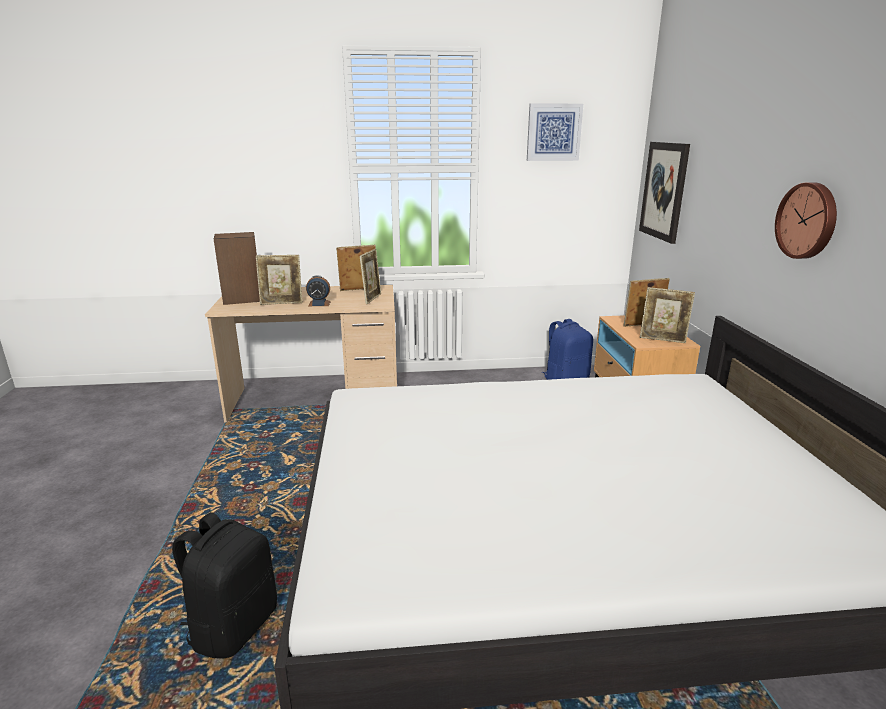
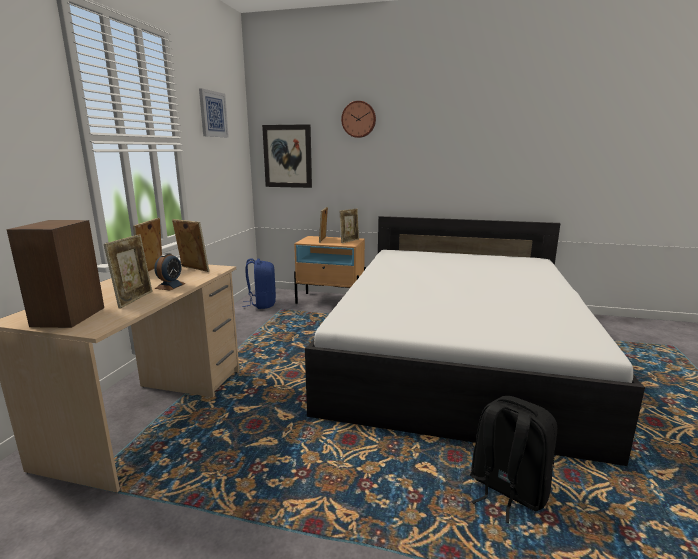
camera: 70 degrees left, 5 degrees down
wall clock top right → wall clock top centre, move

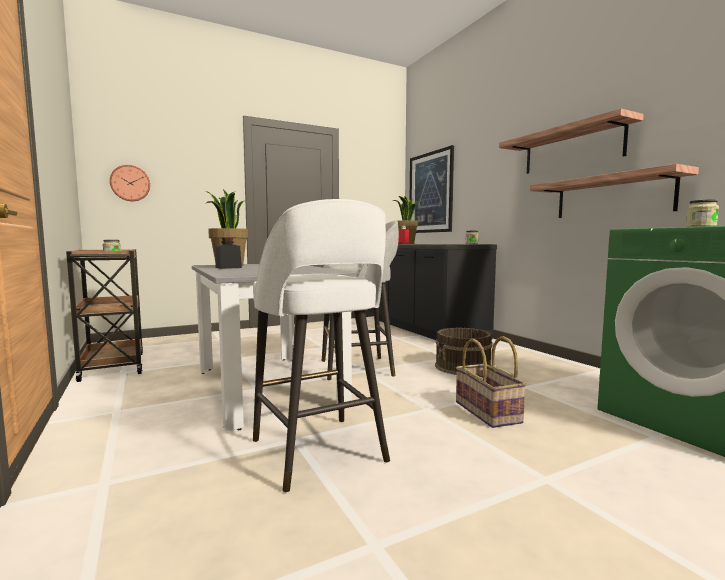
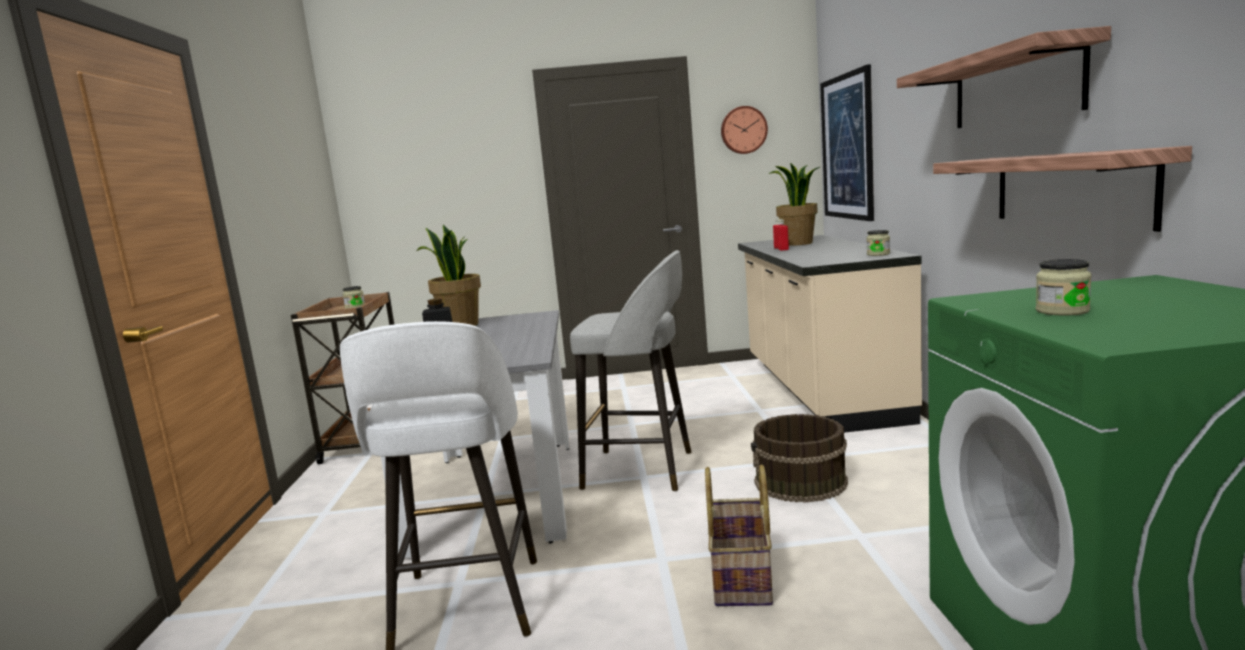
camera: 25 degrees right, 5 degrees up
wall clock top left → wall clock top centre, move
counter (black) centre → counter (beige) middle right

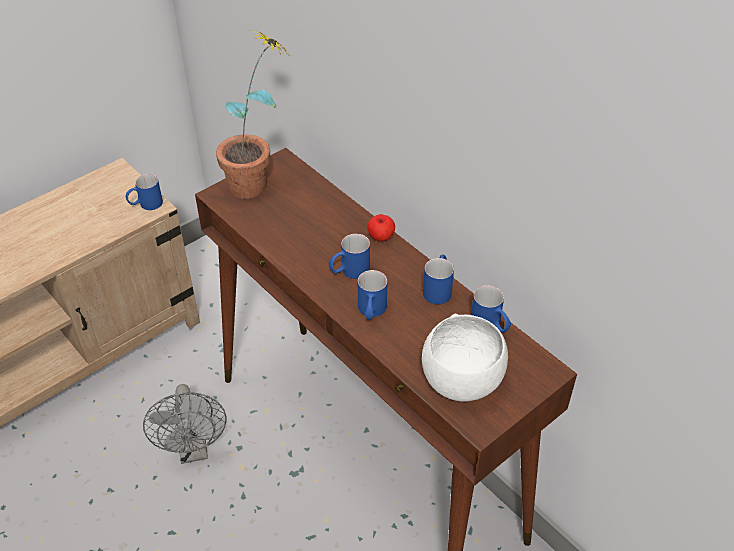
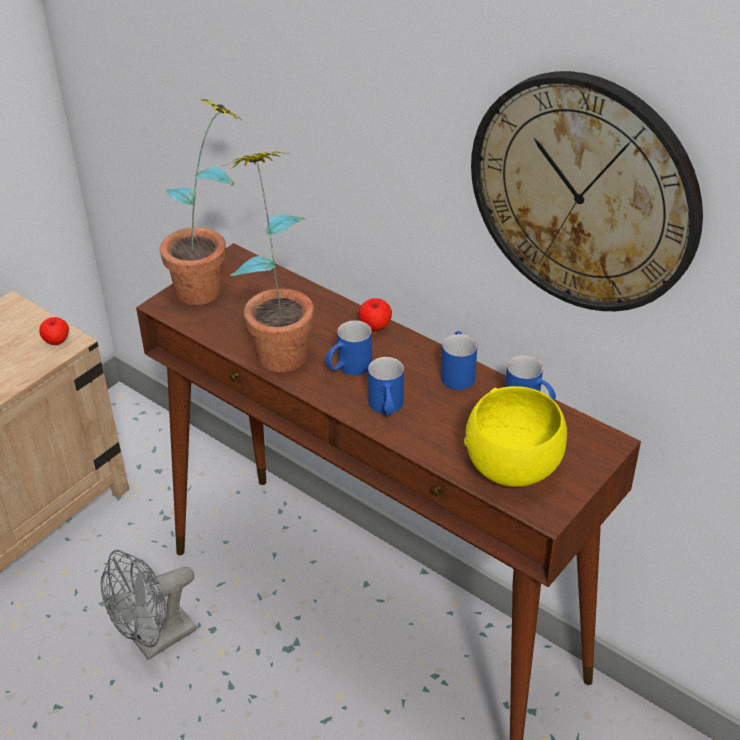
camera: 10 degrees left, 5 degrees down
mug (blue) (1st from left) middle left → apple (1st from left) middle left
bowl (white) centre → bowl (yellow) middle right
fan (grey) bottom left, 75 degrees clockwise
- → wall clock top right
- → potted plant (2nd from left) centre

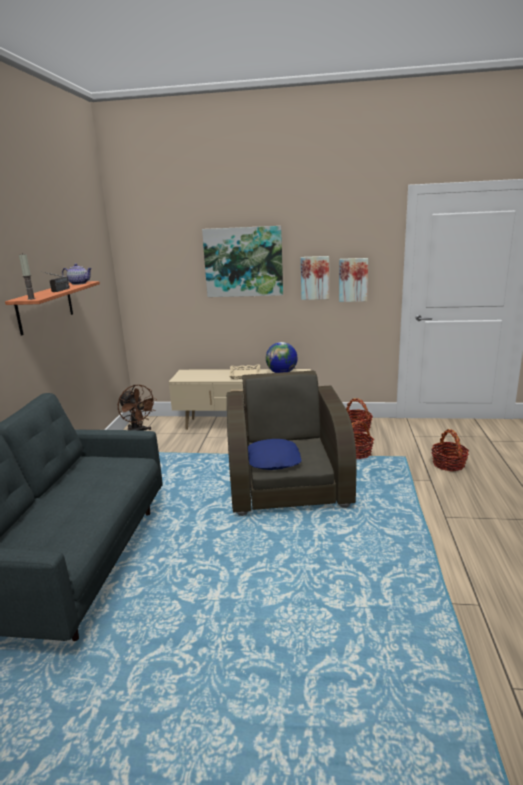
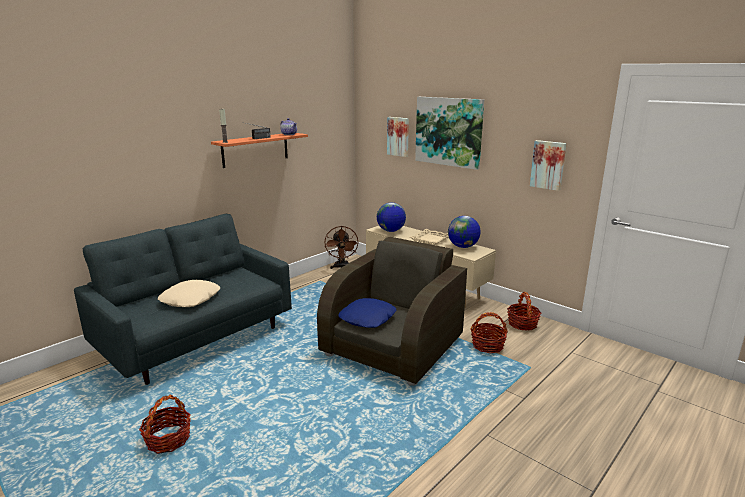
camera: 35 degrees right, 0 degrees up
picture (2nd from left in the first image) centre → picture (1st from left) top centre, move
basket (3rd from left in the first image) middle right → basket (1st from left) bottom left, move
- → globe (1st from left) centre
- → pillow (beige) middle left

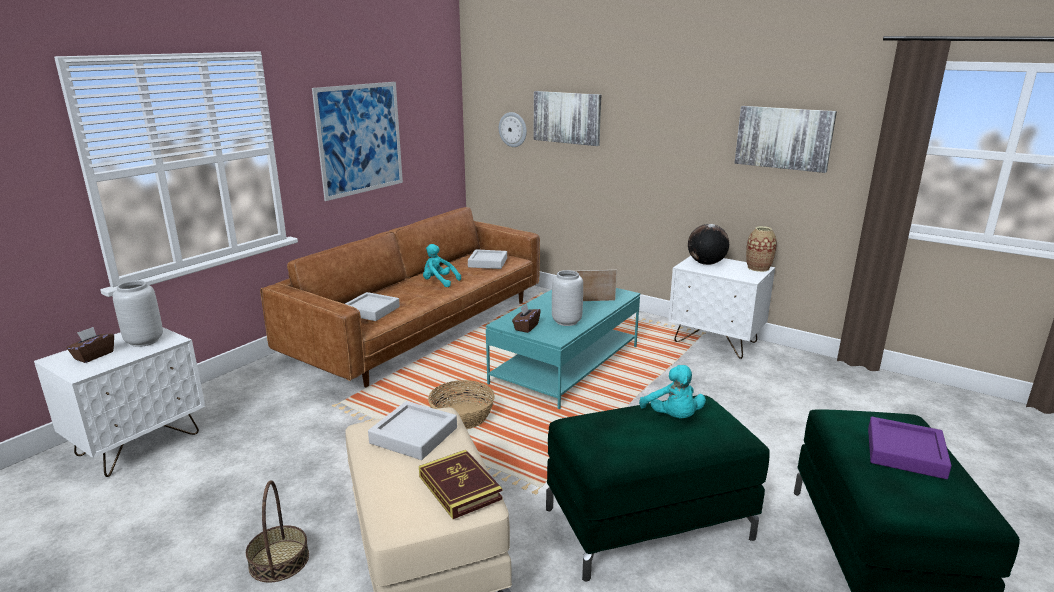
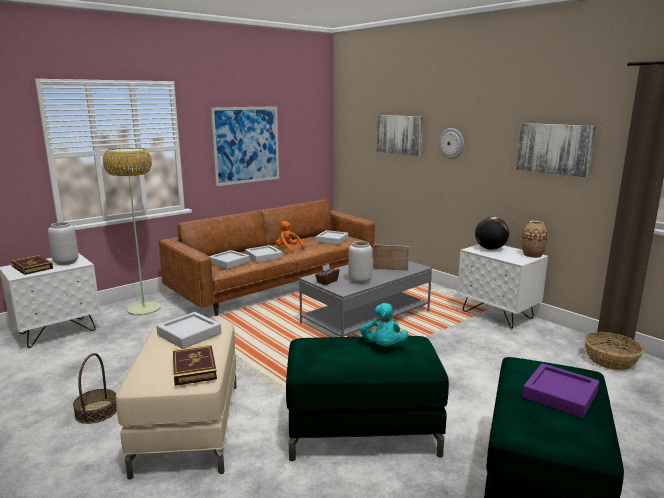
camera: 15 degrees right, 5 degrees down
wall clock top centre → wall clock top right, move
plush toy (turquoise) (1st from left) centre → plush toy (orange) centre
coffee table (turquoise) centre → coffee table (grey) centre
tissue box (brown) (1st from left) middle left → book (1st from left) middle left
basket (2nd from left) bottom centre → basket (2nd from left) bottom right, move
- → floor lamp middle left
- → tray (grey) (3rd from left) centre

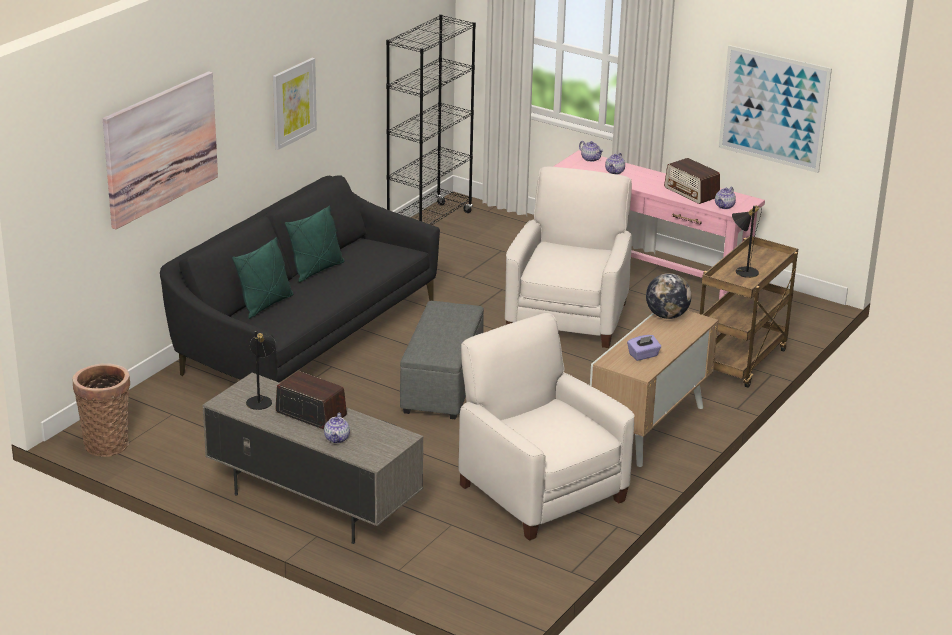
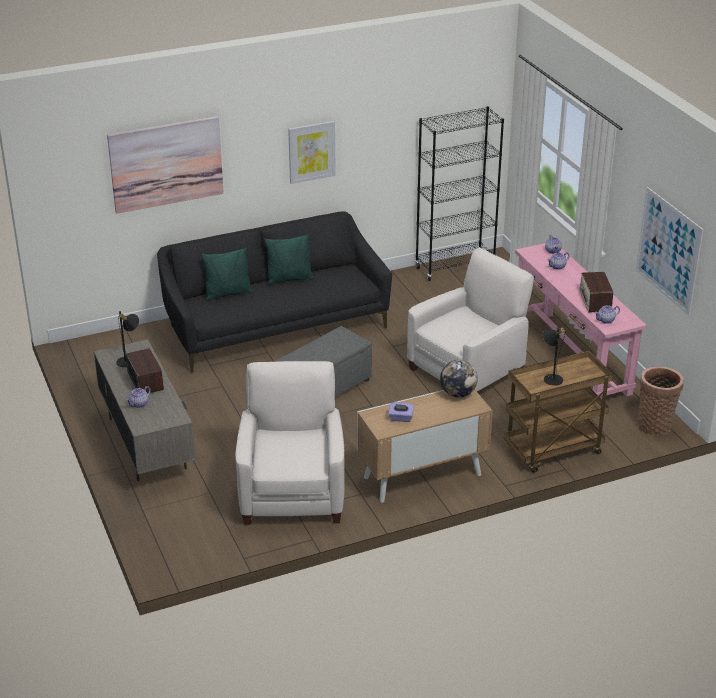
camera: 35 degrees right, 5 degrees up
basket middle left → basket middle right, move

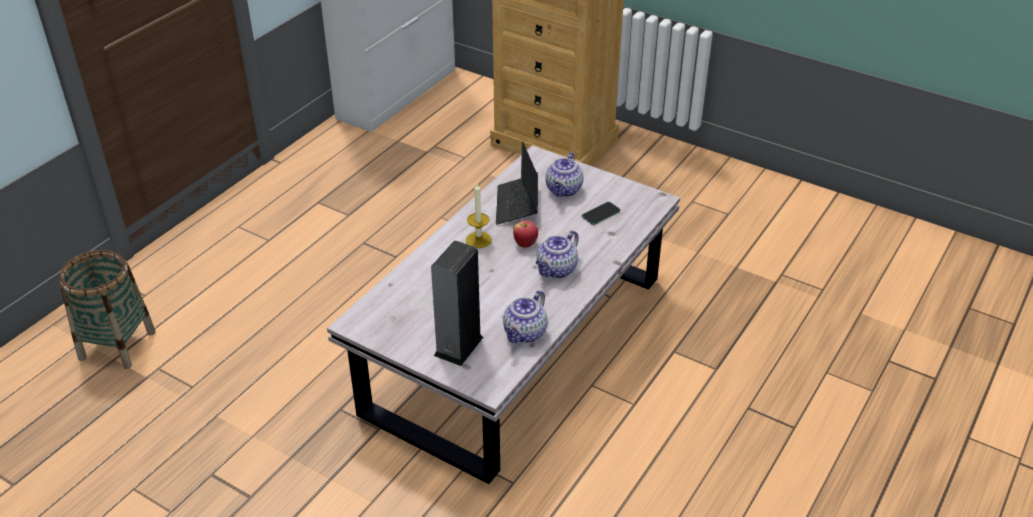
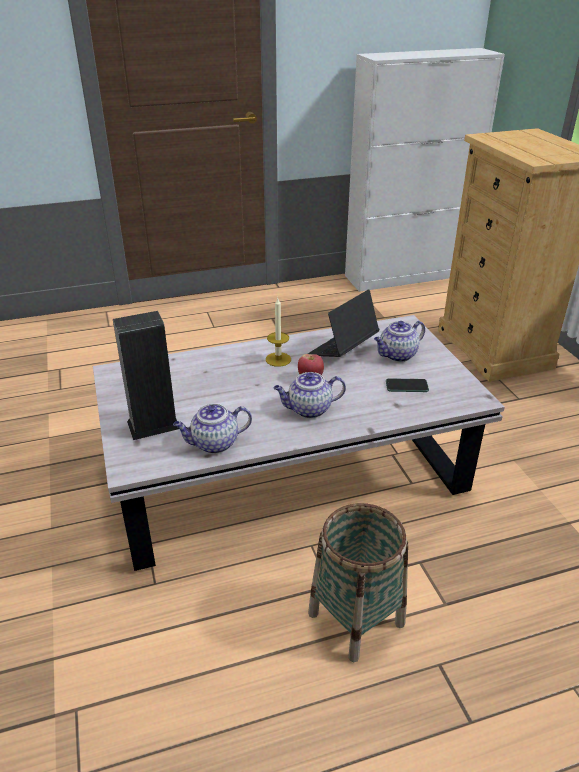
camera: 40 degrees right, 5 degrees down
basket middle left → basket bottom centre, move

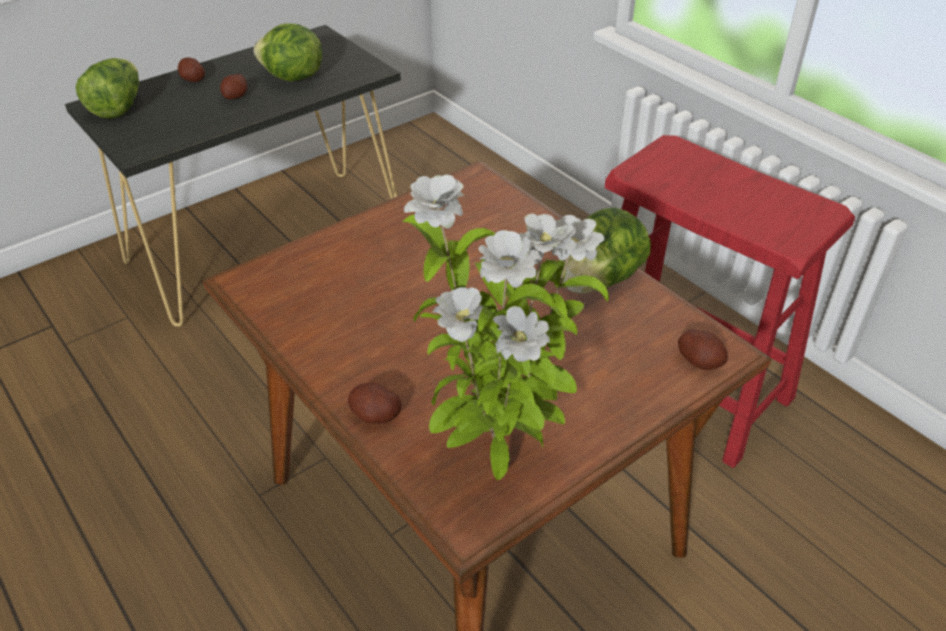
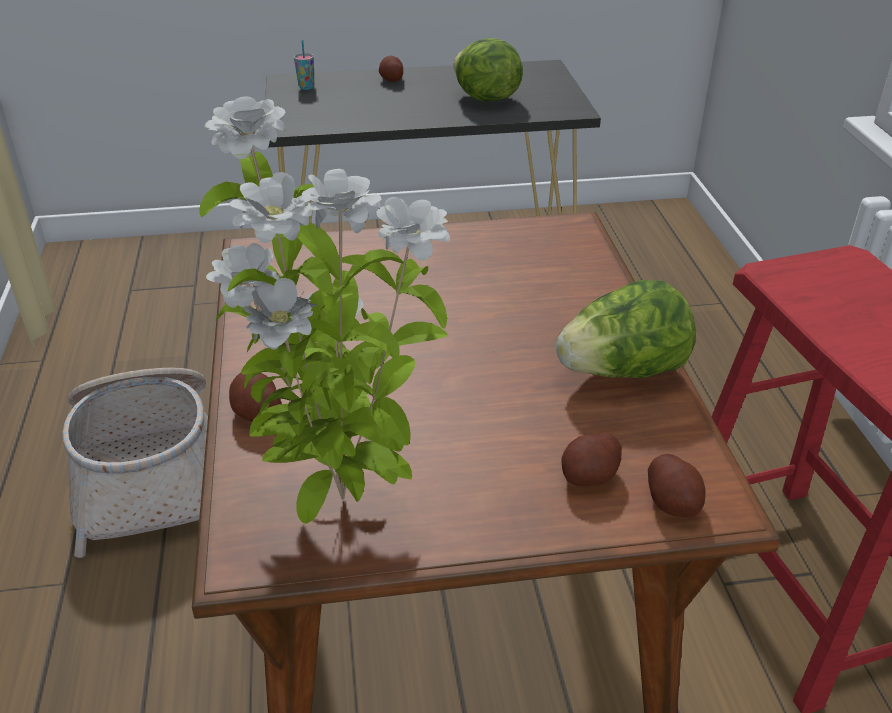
camera: 30 degrees right, 5 degrees down
lettuce (1st from left) top left → cup top centre
potato (2nd from left in the first image) top left → potato (3rd from left) centre, move
- → basket middle left

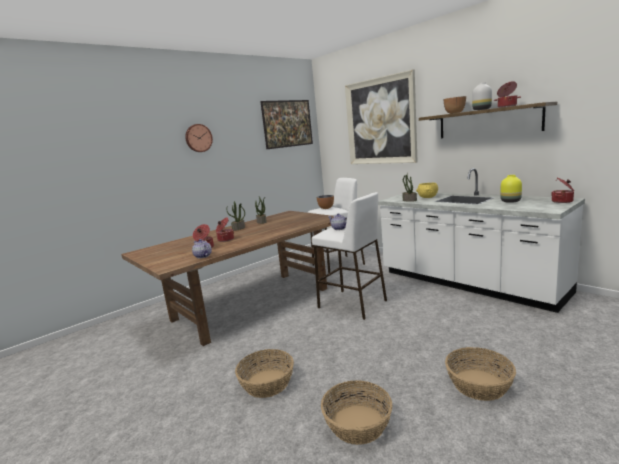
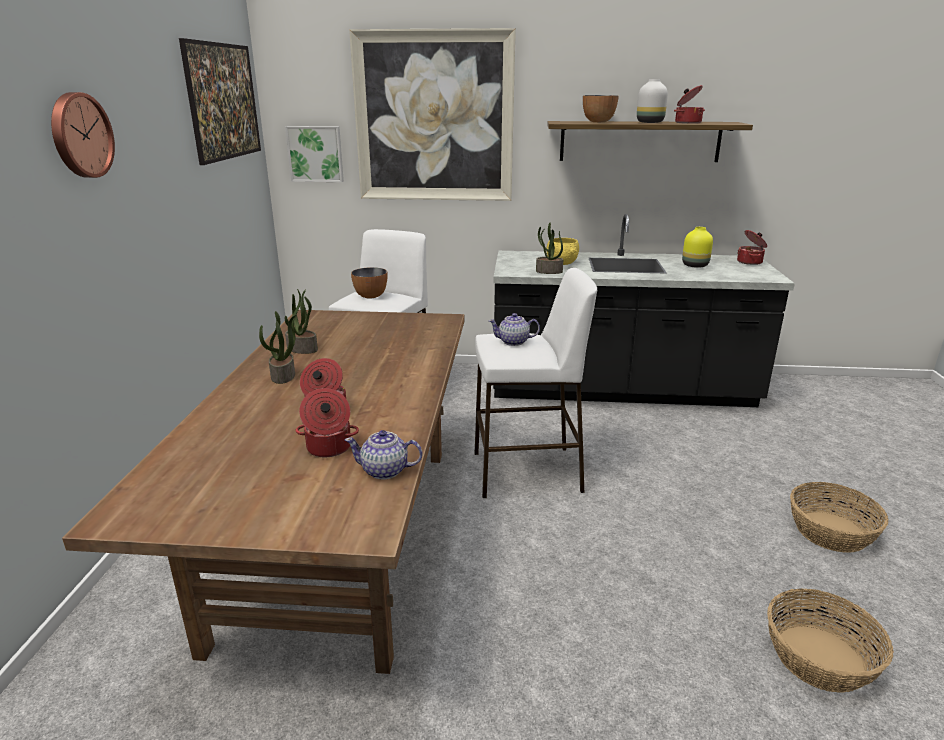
camera: 45 degrees left, 10 degrees up
counter (white) middle right → counter (black) middle right
basket (1st from left) bottom centre → -
- → picture (2nd from left) top left

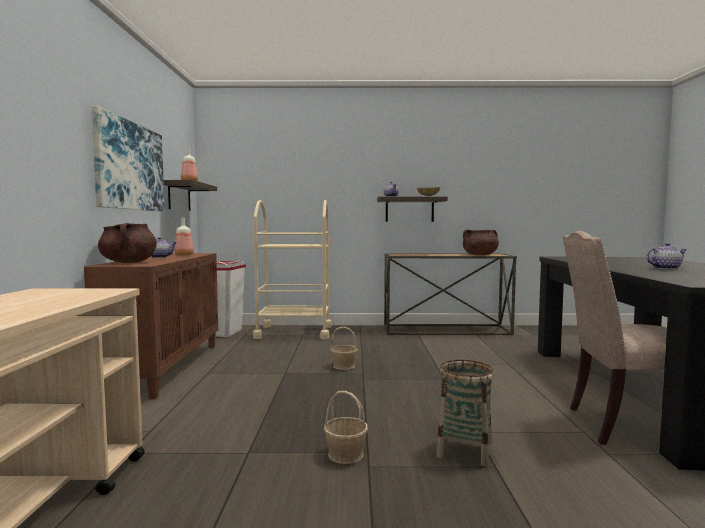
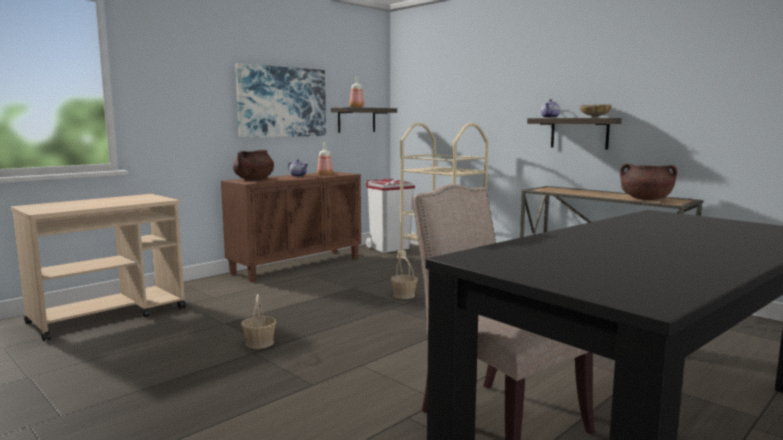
camera: 45 degrees right, 5 degrees up
teapot (3rd from left) middle right → -
basket (3rd from left) bottom centre → -

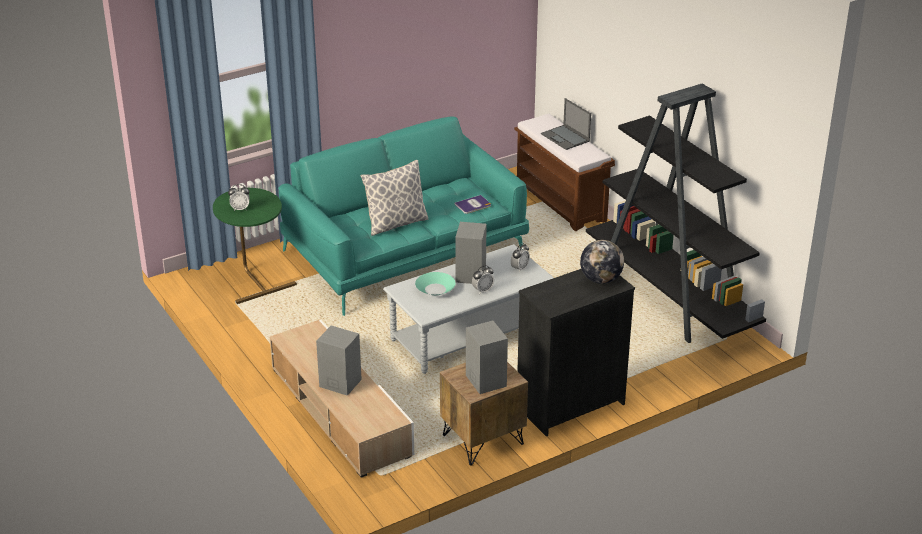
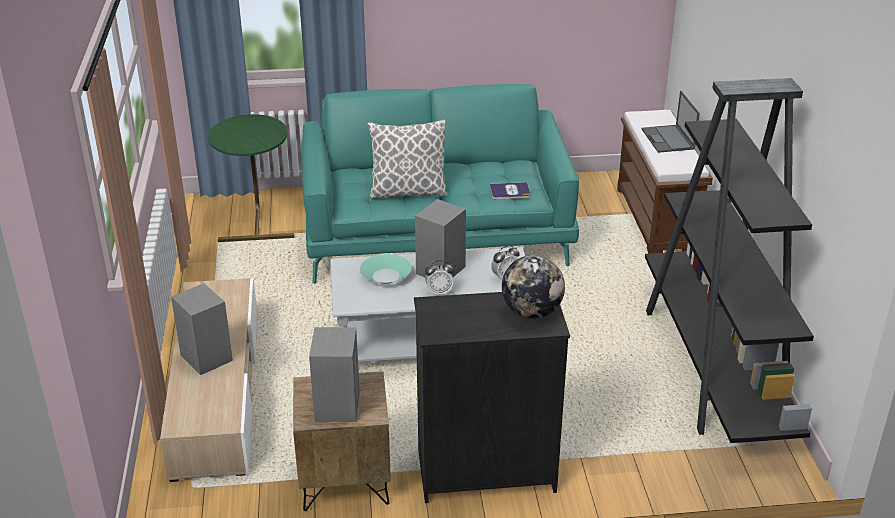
camera: 25 degrees right, 0 degrees up
alarm clock (1st from left) middle left → -

